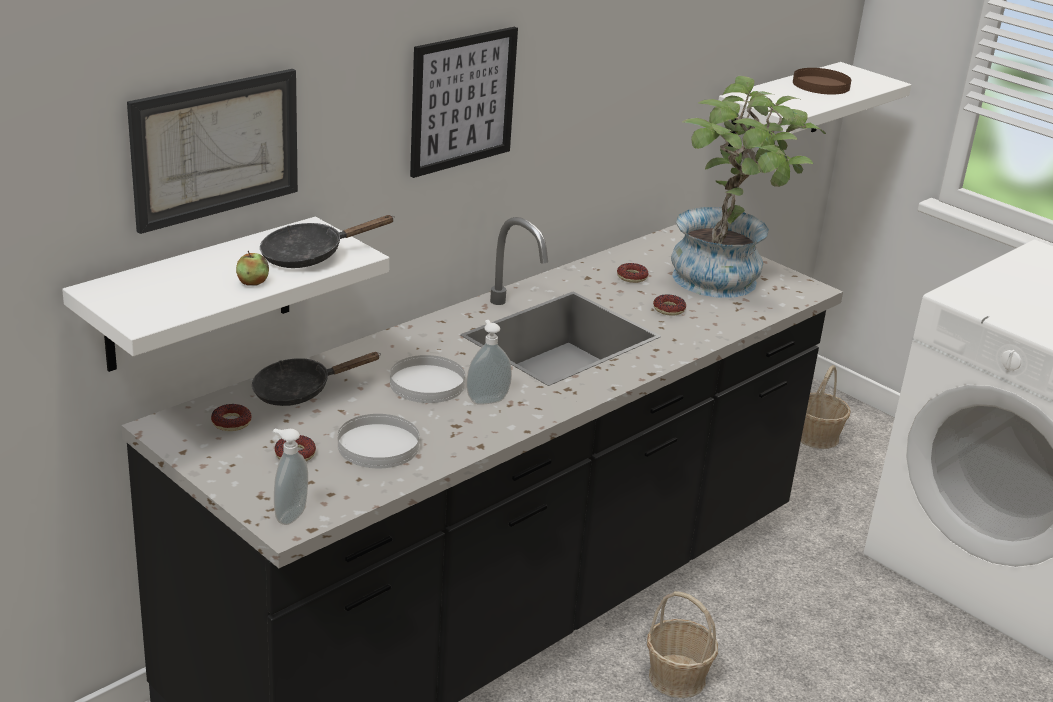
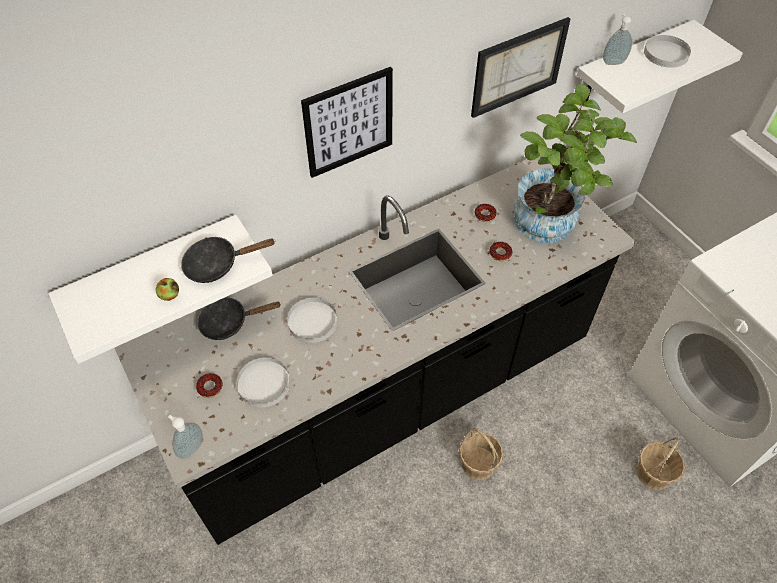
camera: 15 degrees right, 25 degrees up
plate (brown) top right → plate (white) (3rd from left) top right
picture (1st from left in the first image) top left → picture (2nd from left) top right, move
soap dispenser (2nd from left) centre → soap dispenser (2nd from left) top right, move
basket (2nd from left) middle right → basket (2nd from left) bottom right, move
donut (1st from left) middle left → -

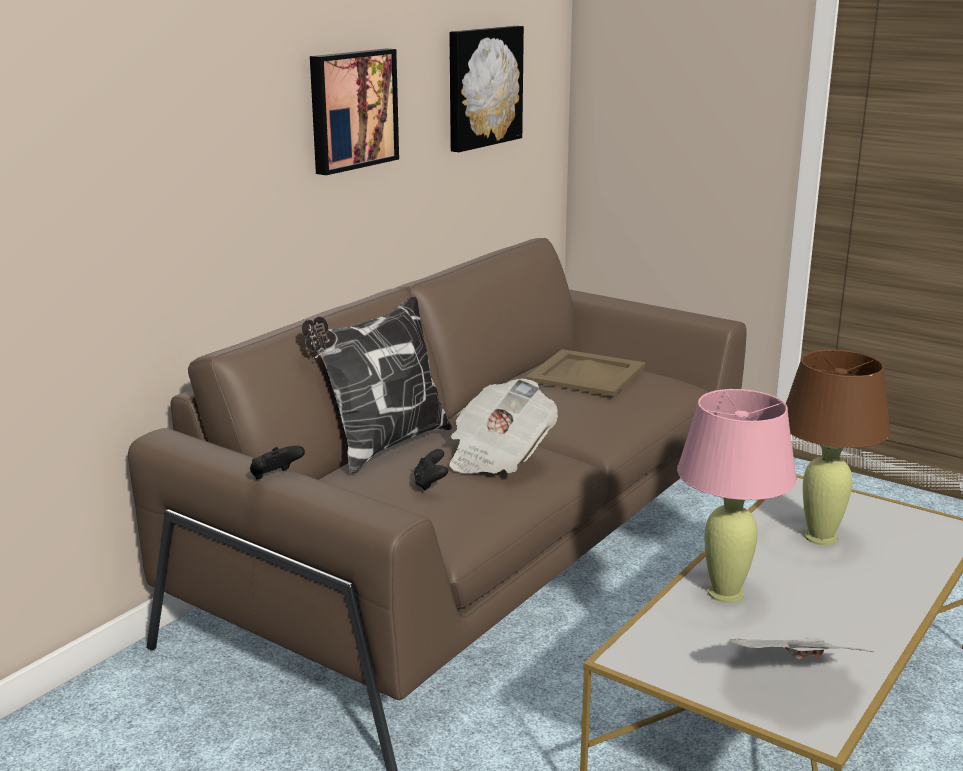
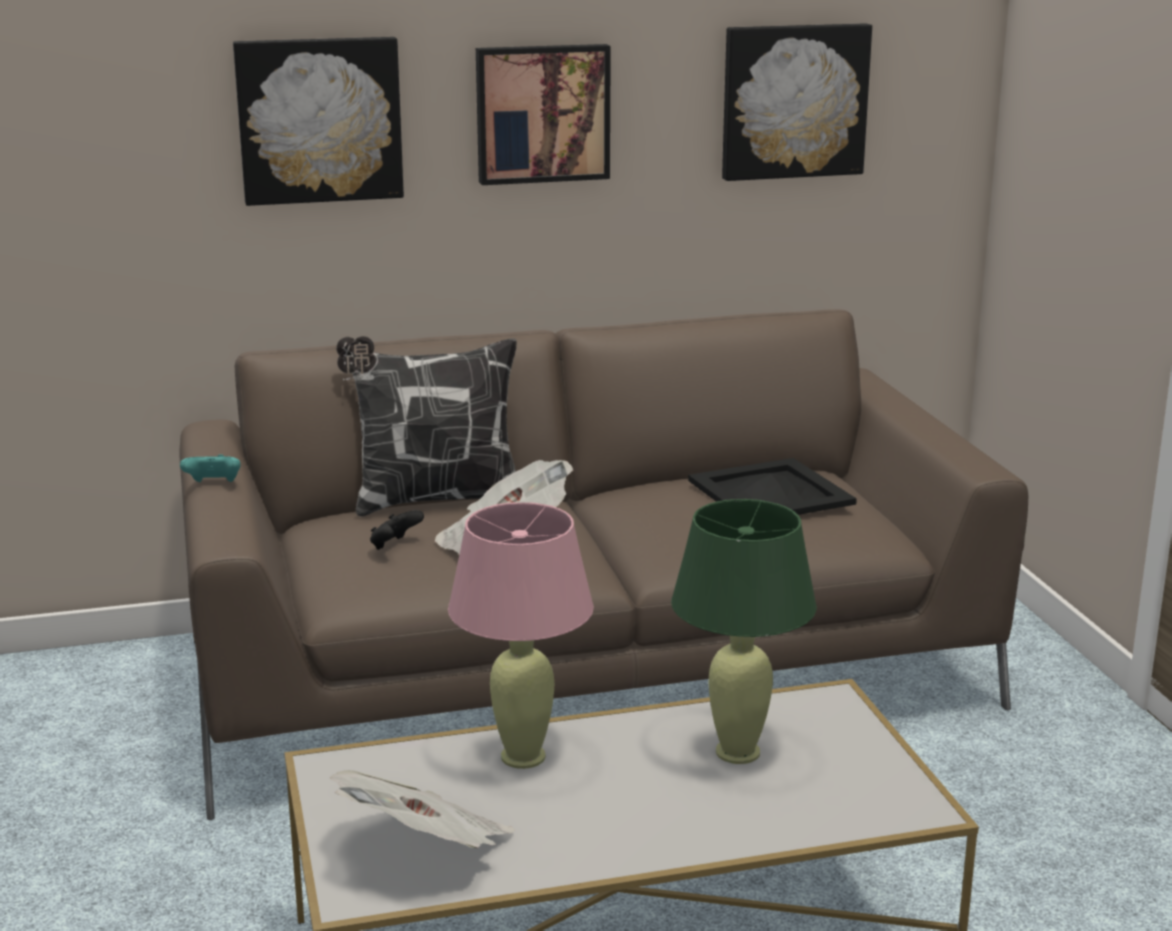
camera: 40 degrees right, 0 degrees up
tray (beige) centre → tray (black) centre
table lamp (brown) middle right → table lamp (green) bottom centre
game controller (black) (1st from left) middle left → game controller (turquoise) middle left
- → picture (1st from left) top left

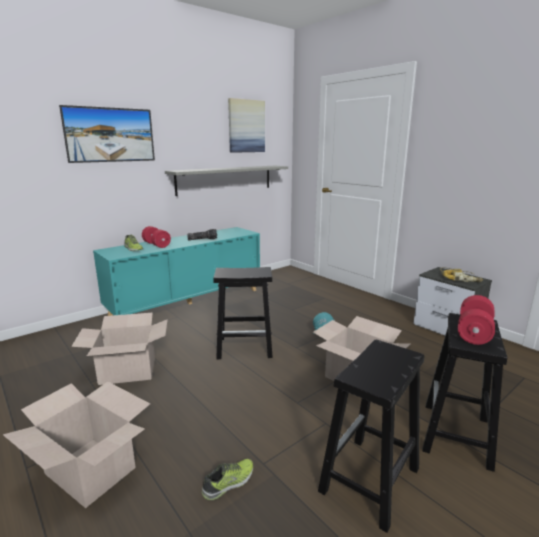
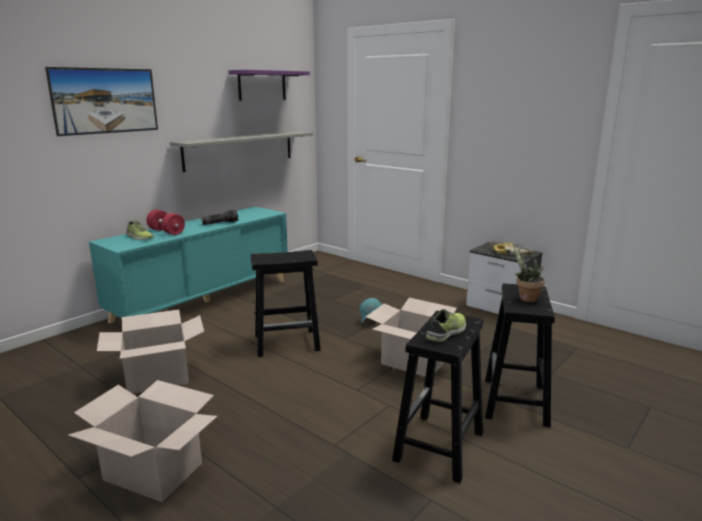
camera: 10 degrees left, 0 degrees up
picture (2nd from left) top centre → shelf (purple) top centre
dumbbell (red) (2nd from left) middle right → potted plant middle right
shoe (2nd from left) bottom centre → shoe (2nd from left) centre, move

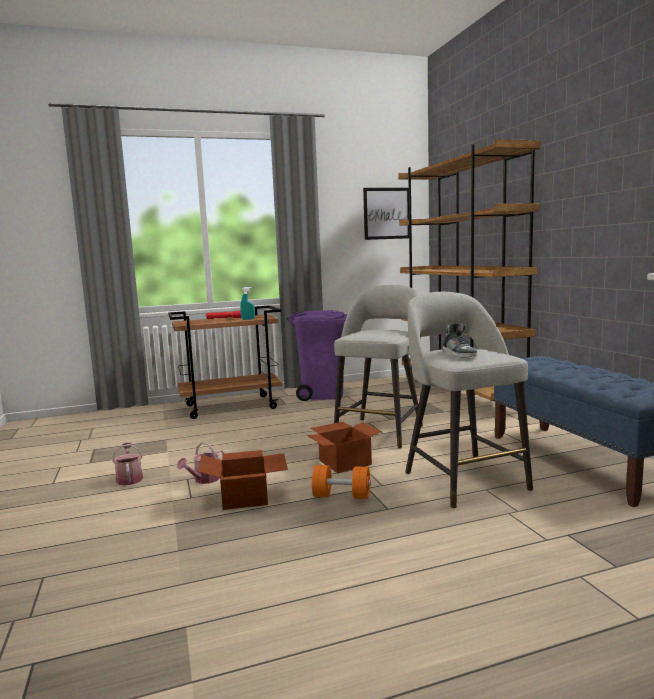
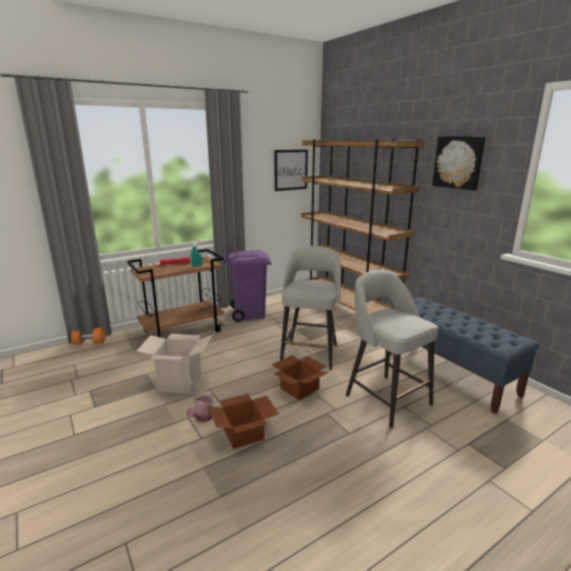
camera: 15 degrees left, 10 degrees up
shoe middle right → -
watering can (1st from left) middle left → -
dumbbell (orange) bottom centre → dumbbell (orange) middle left, move
- → picture (2nd from left) top right
- → cardboard box (1st from left) middle left

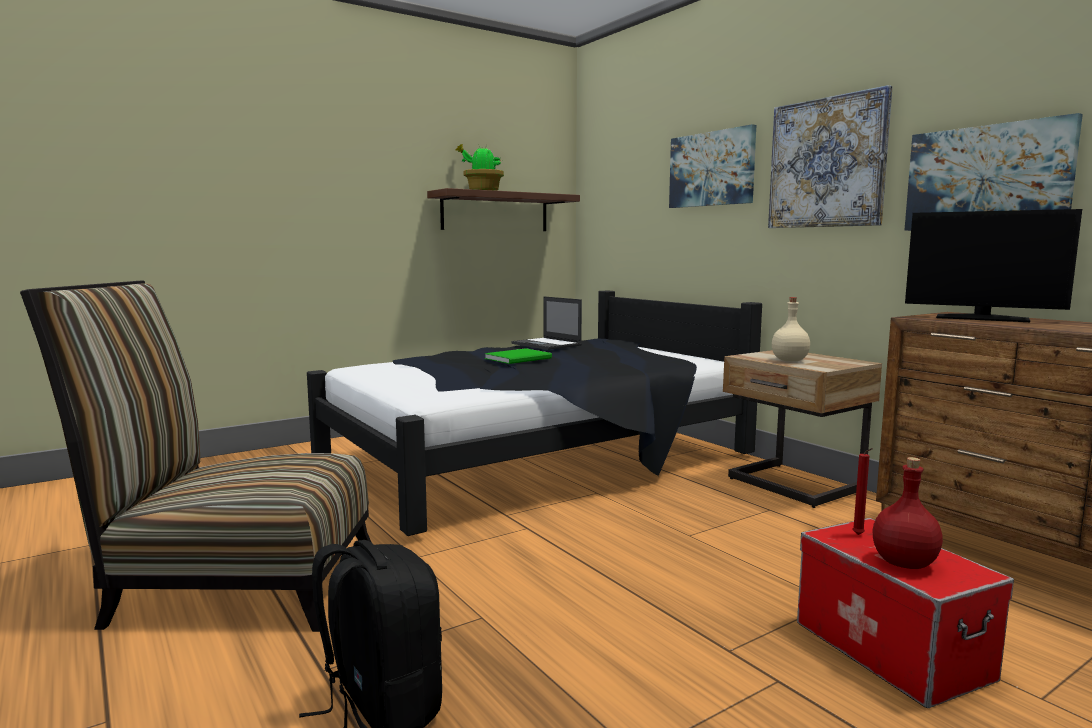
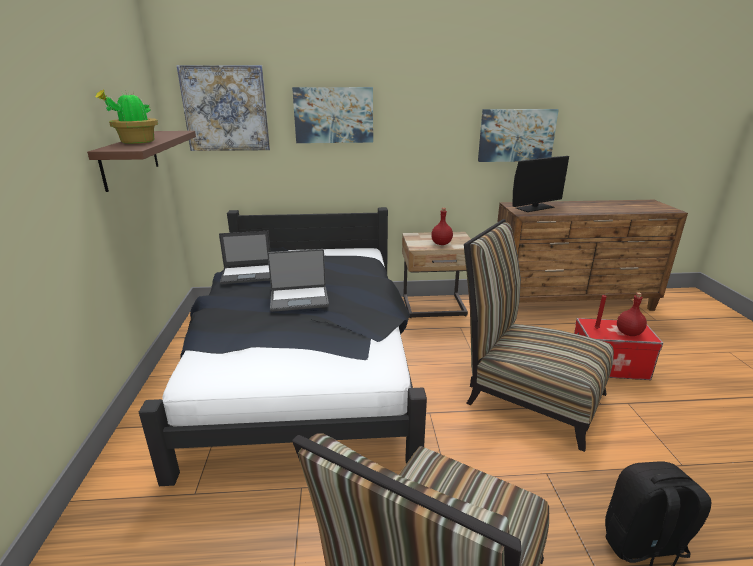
camera: 60 degrees left, 15 degrees up
picture (2nd from left in the first image) top right → picture (1st from left) top left, move
bottle (beige) middle right → bottle (red) (1st from left) centre
book (green) centre → laptop (2nd from left) centre
- → chair (2nd from left) middle right

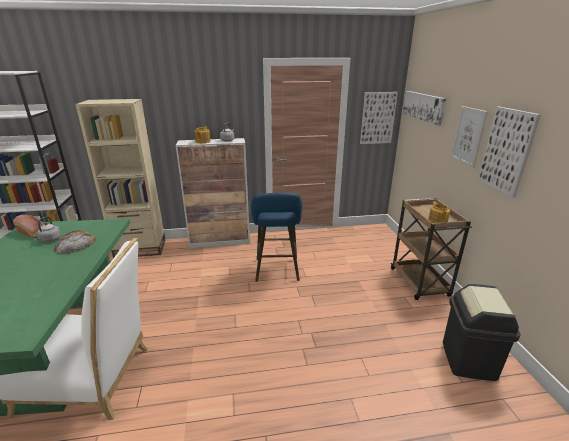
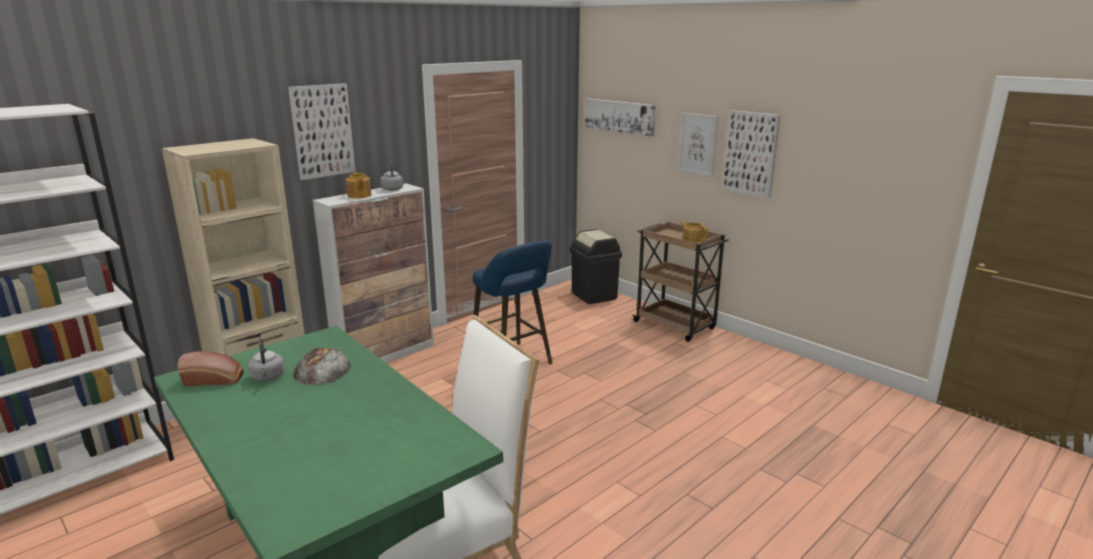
camera: 35 degrees left, 5 degrees down
picture (1st from left) top centre → picture (1st from left) top left, move
trash can (black) bottom right → trash can (black) centre, move

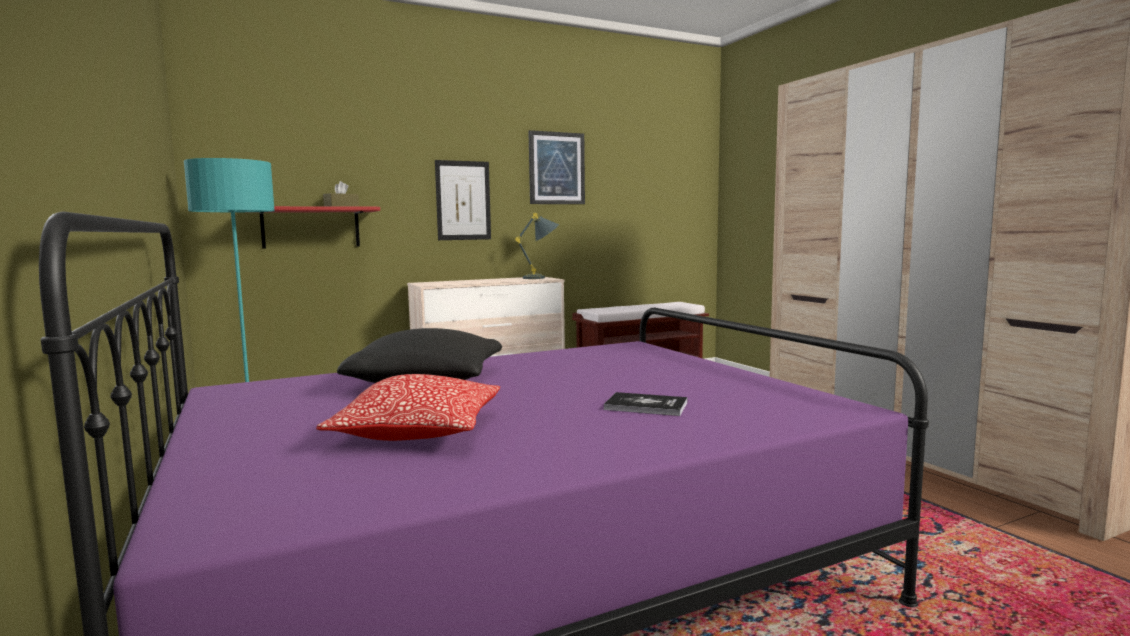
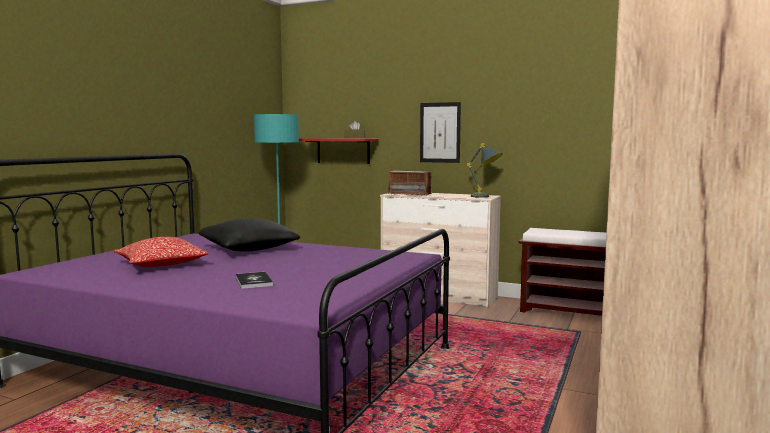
camera: 50 degrees right, 0 degrees up
picture (2nd from left) top centre → -
- → radio centre

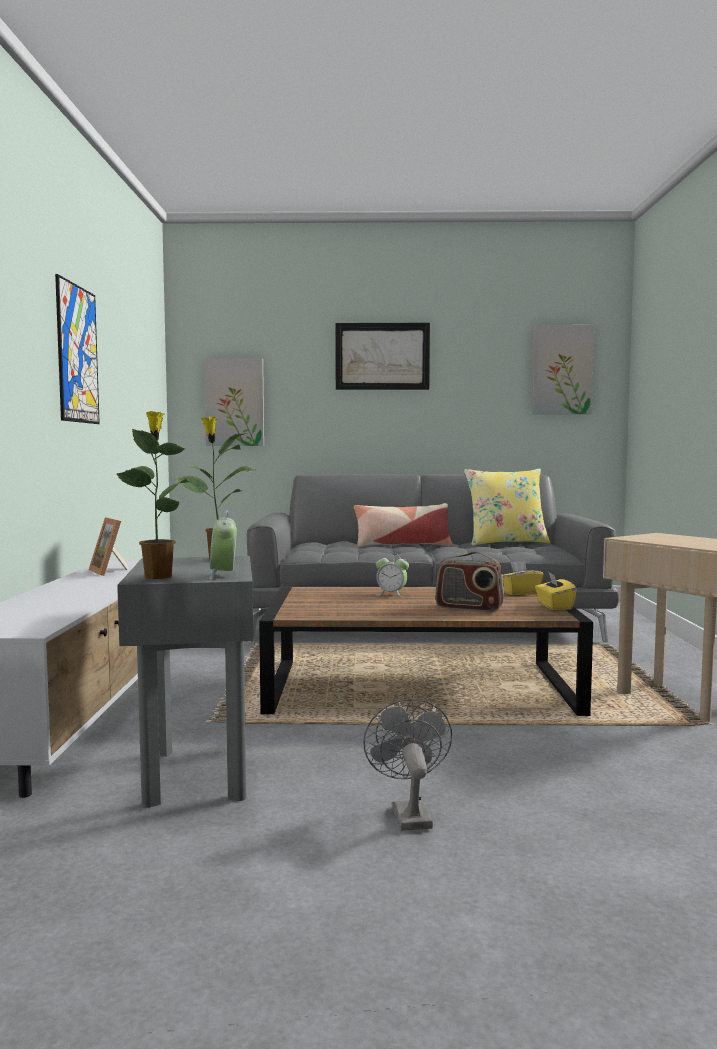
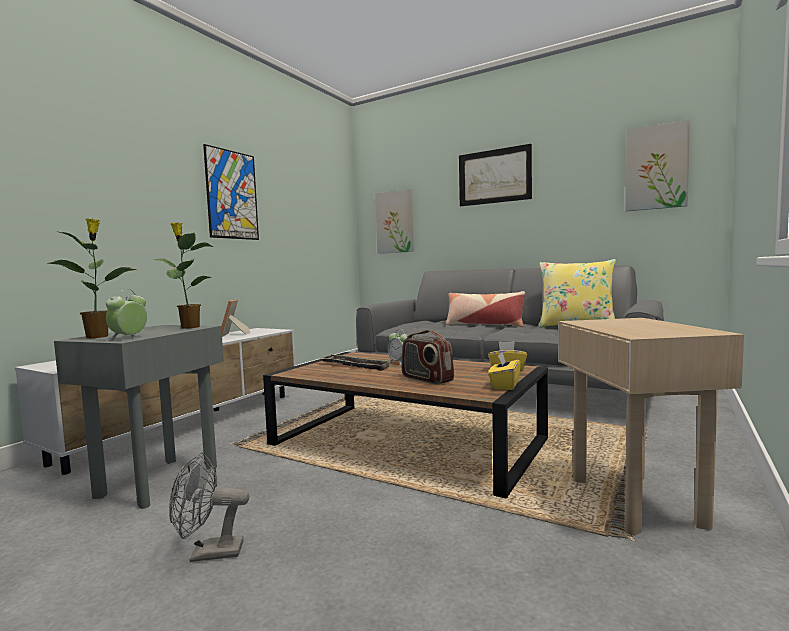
camera: 30 degrees right, 0 degrees up
fan (grey) bottom centre → fan (grey) bottom left, 120 degrees counterclockwise
- → tray centre

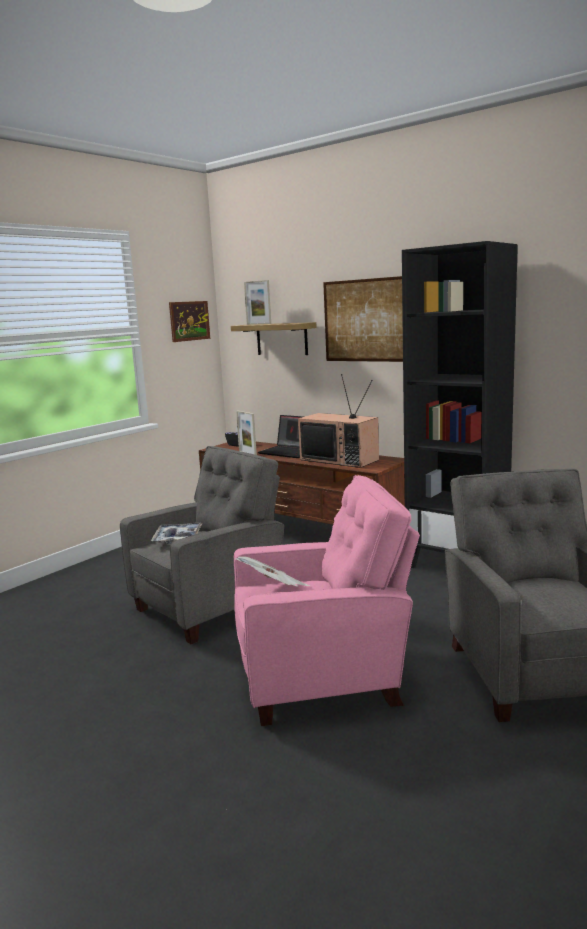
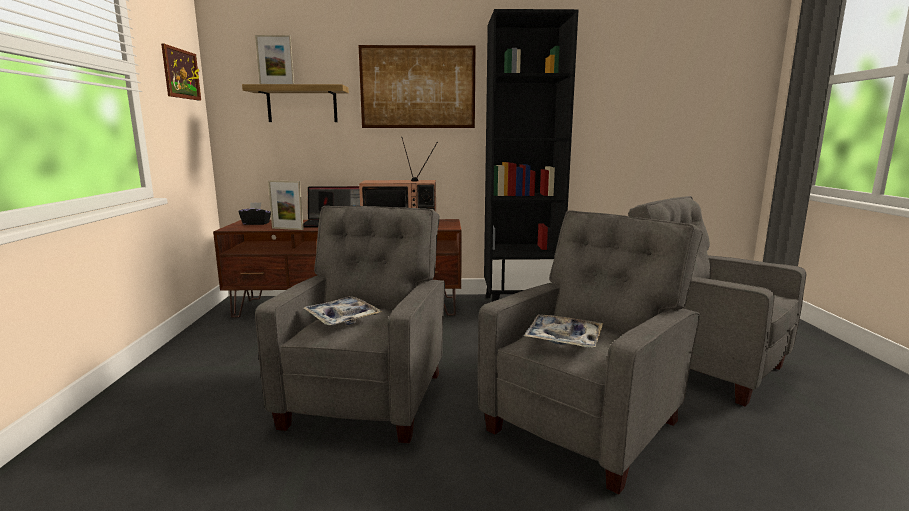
camera: 40 degrees left, 0 degrees up
armchair (pink) centre → armchair (grey) (2nd from left) bottom centre
newspaper centre → tray (2nd from left) centre

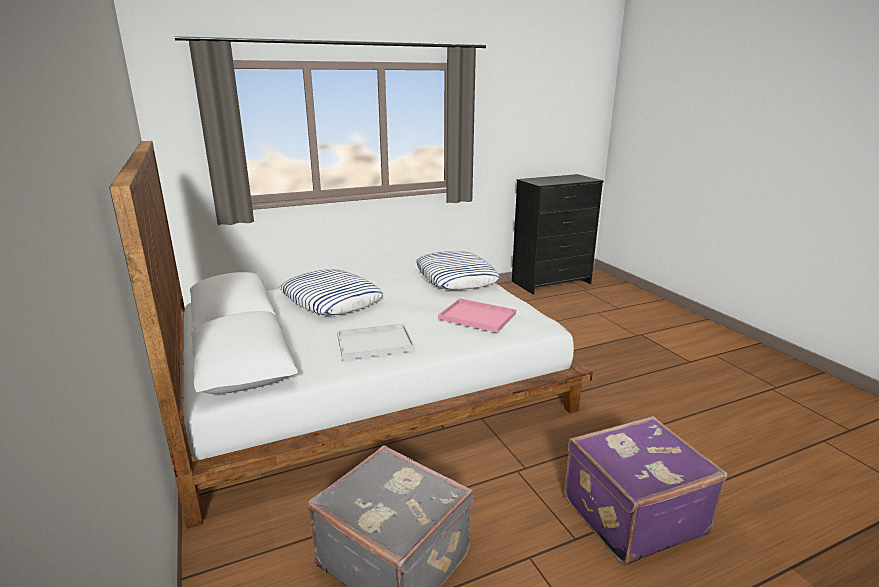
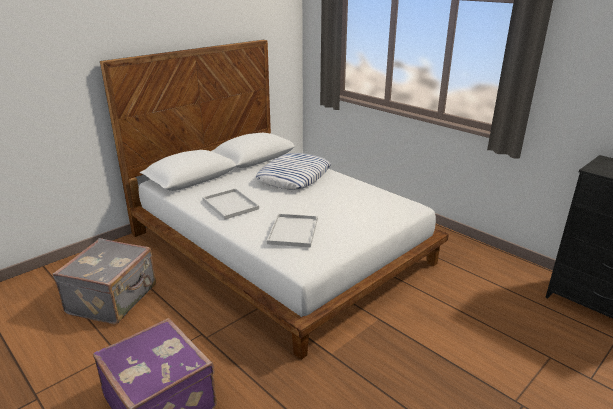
camera: 70 degrees right, 5 degrees up
pillow (2nd from left) centre → -
tray (pink) centre → tray (white) (2nd from left) centre

